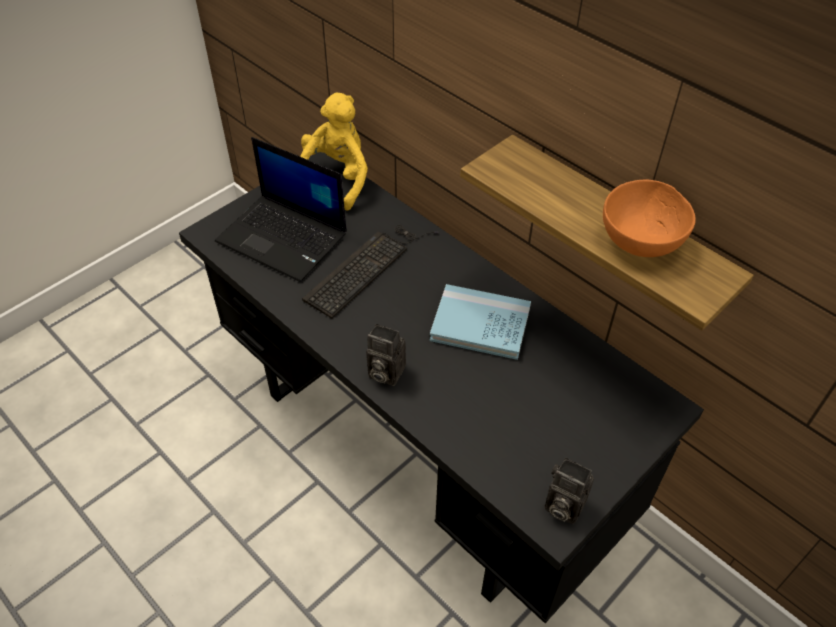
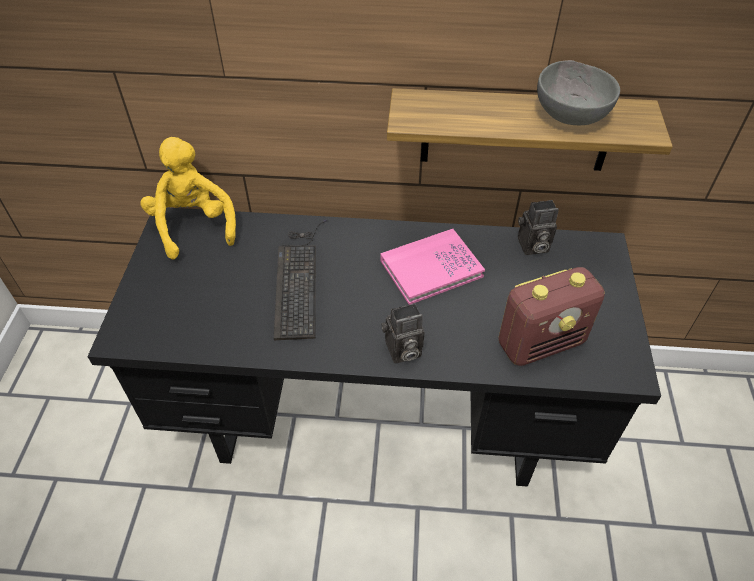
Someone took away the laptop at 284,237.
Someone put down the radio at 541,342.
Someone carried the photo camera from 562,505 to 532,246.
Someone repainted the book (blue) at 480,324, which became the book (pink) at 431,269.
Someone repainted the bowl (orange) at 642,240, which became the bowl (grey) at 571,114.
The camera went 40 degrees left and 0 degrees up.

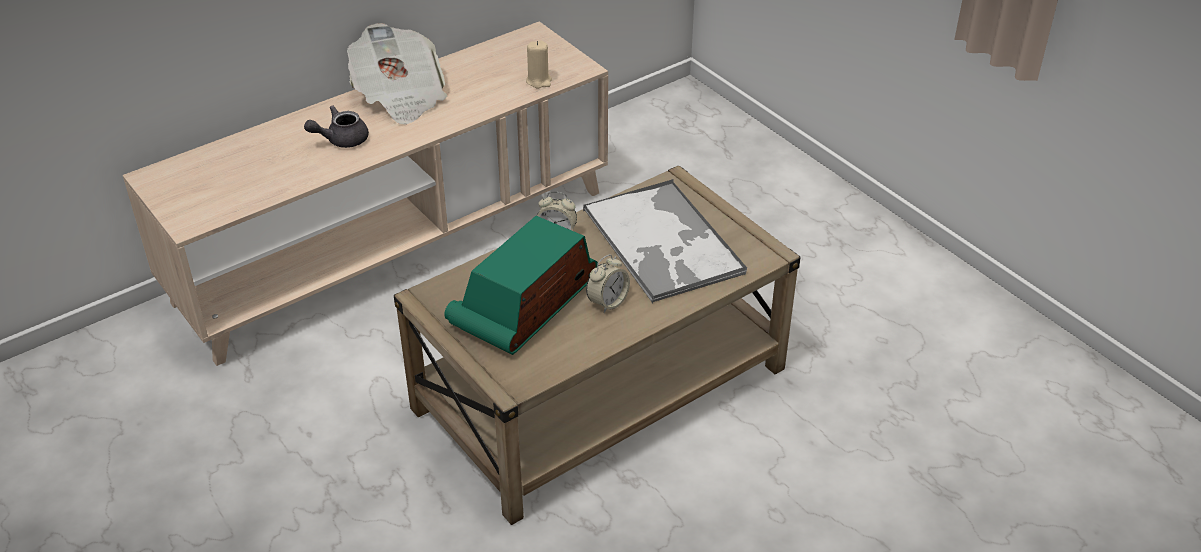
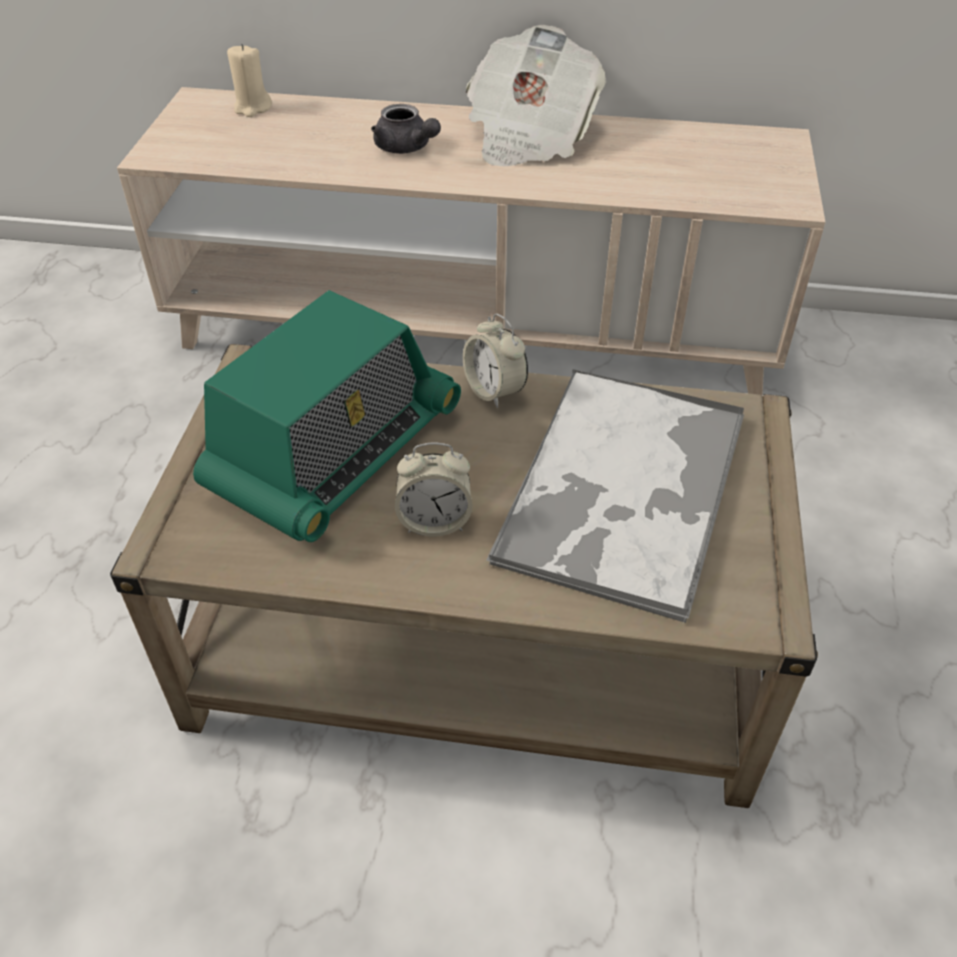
Someone carried the candle (beige) from 539,81 to 252,108.
Someone rotated the teapot (grey) at 341,139 by 150 degrees counterclockwise.
Someone rotated the radio at 524,305 by 135 degrees clockwise.
The camera went 45 degrees right and 5 degrees up.

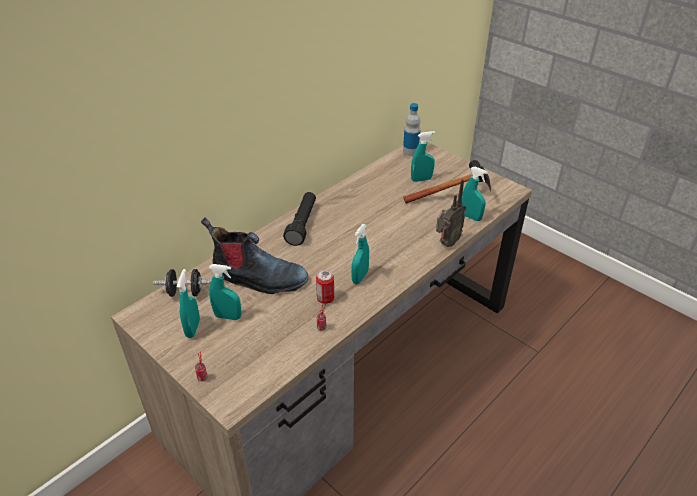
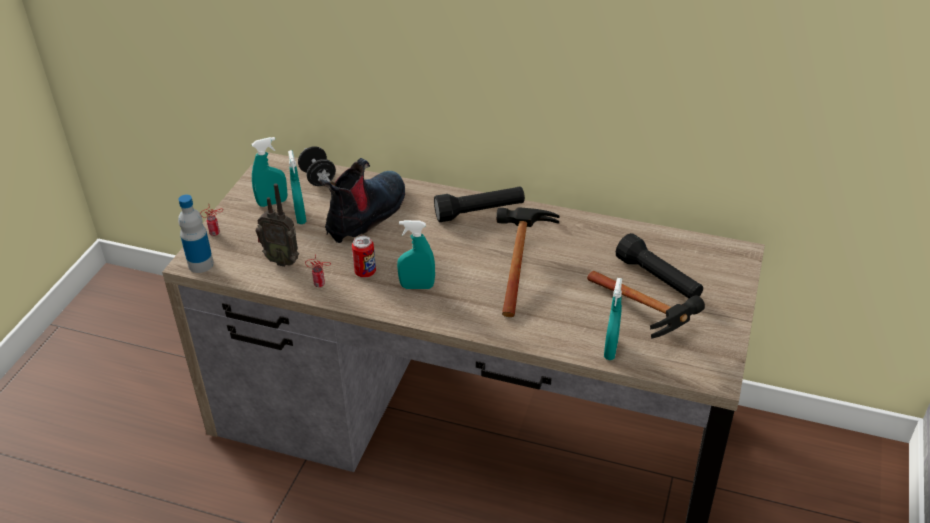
Someone put down the hammer at 518,265.
Someone carried the bottle from 410,151 to 200,264.
Someone carried the radio from 446,243 to 282,260.
Someone swapped the spray bottle (turquoise) at 421,179 for the flashlight (black) at 658,279.
Someone rotated the boot at 258,278 by 135 degrees counterclockwise.
The camera went 65 degrees right and 0 degrees up.

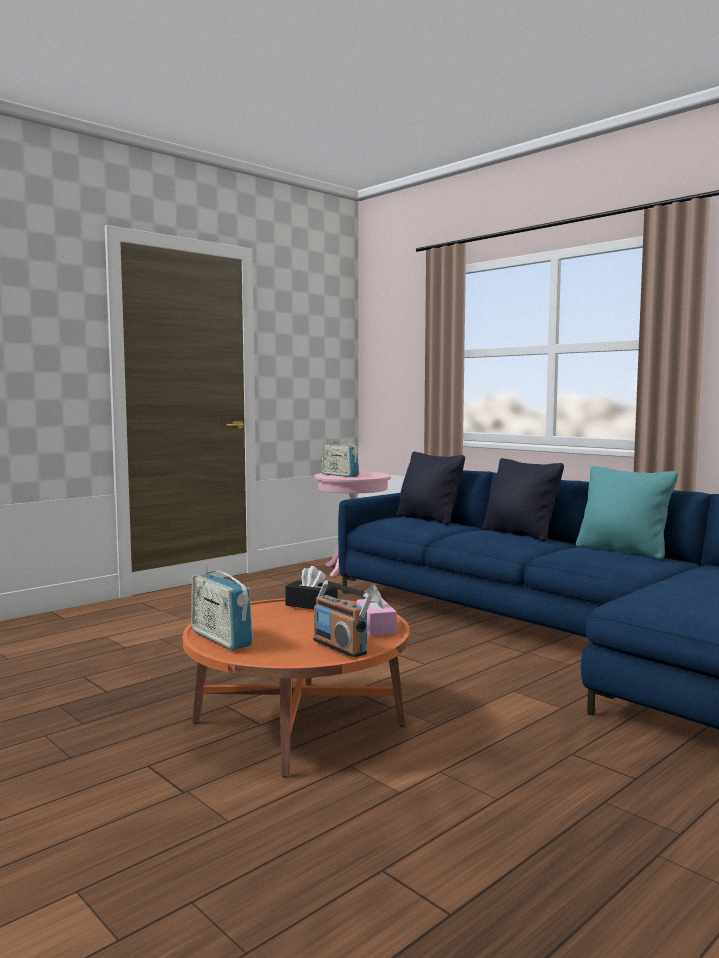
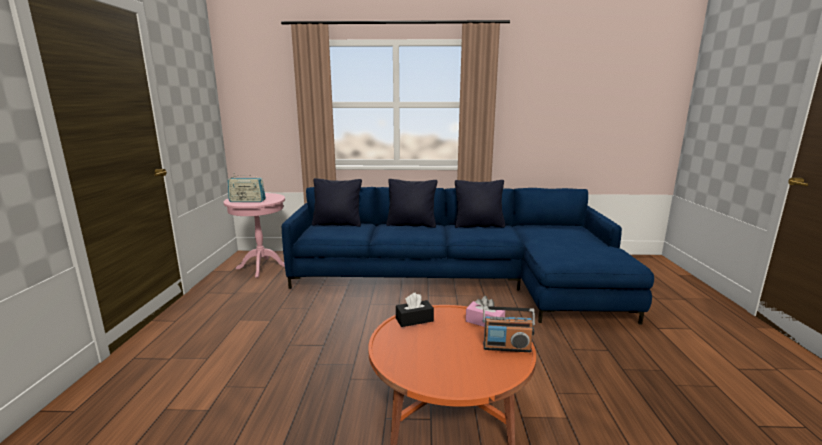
Someone took away the radio at 220,638.
Someone repainted the pillow (turquoise) at 623,551, which became the pillow (black) at 479,225.
The camera went 45 degrees left and 10 degrees up.

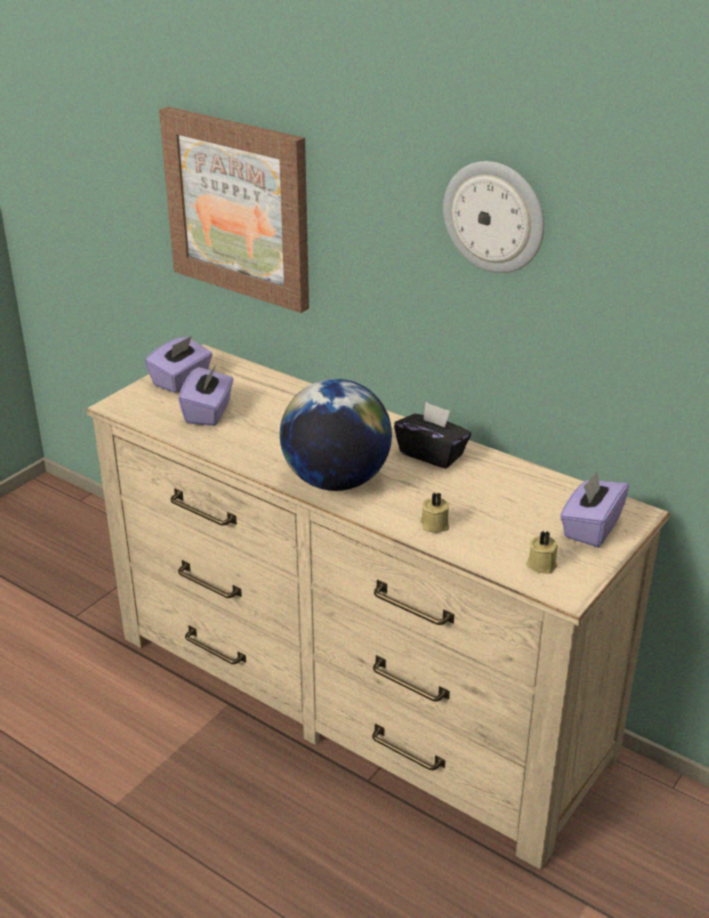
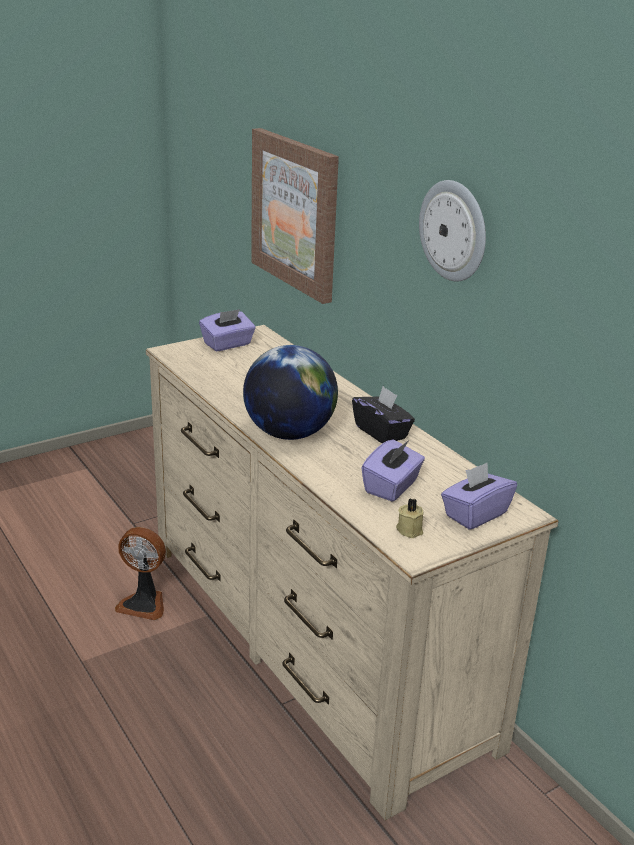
Someone took away the candle (beige) at 434,524.
Someone put down the fan at 144,603.
Someone carried the tissue box (purple) from 208,413 to 392,487.
The camera went 20 degrees right and 5 degrees down.

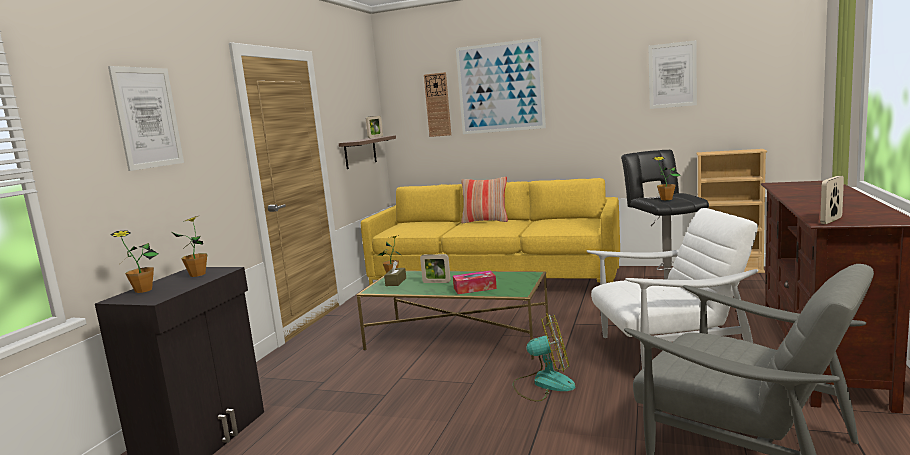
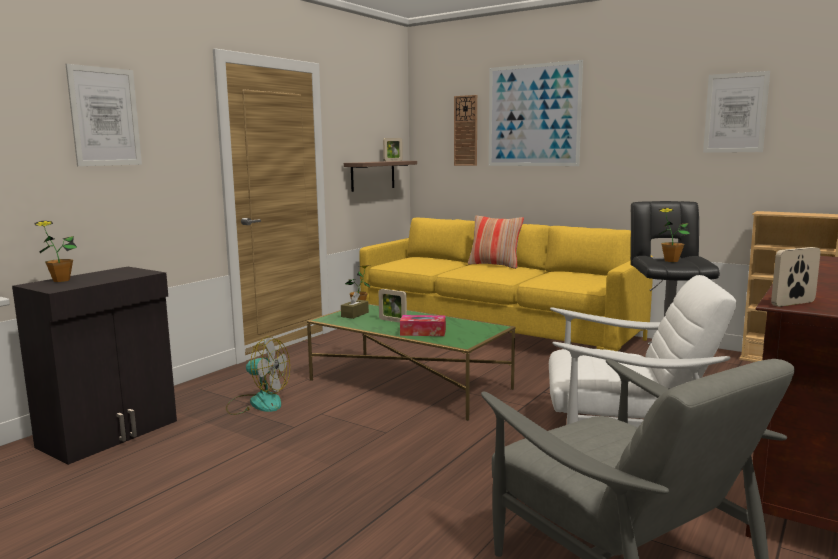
Someone took away the potted plant at 197,274.
Someone carried the fan from 543,384 to 258,403.
The camera went 15 degrees right and 0 degrees up.

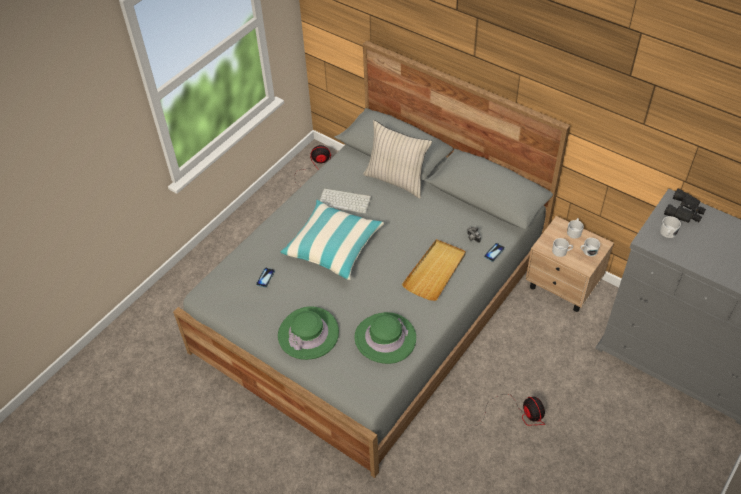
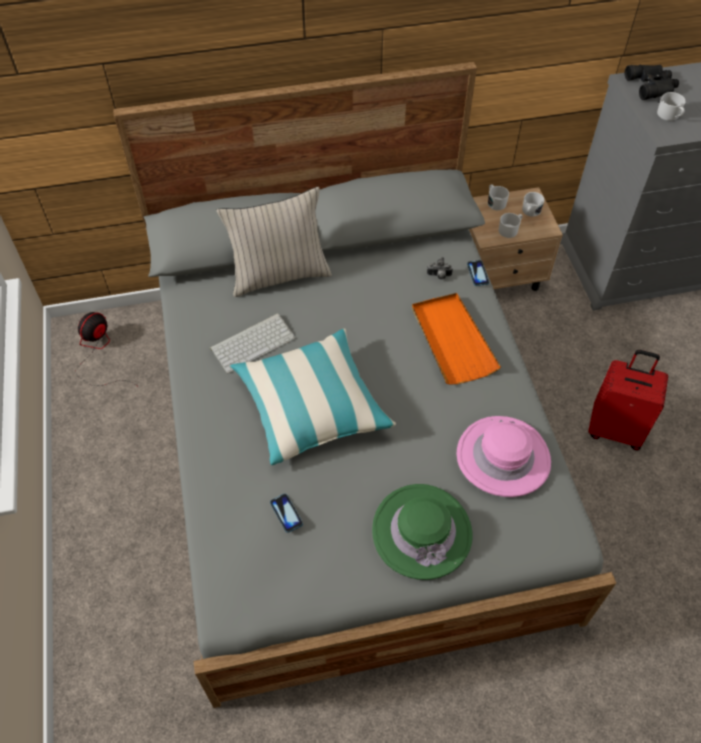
Someone swapped the fan at 518,414 for the suitcase (red) at 615,429.
Someone repainted the hat (green) at 385,338, which became the hat (pink) at 503,457.
Someone repainted the tray (beige) at 435,271, which became the tray (orange) at 452,340.
The camera went 50 degrees left and 5 degrees up.

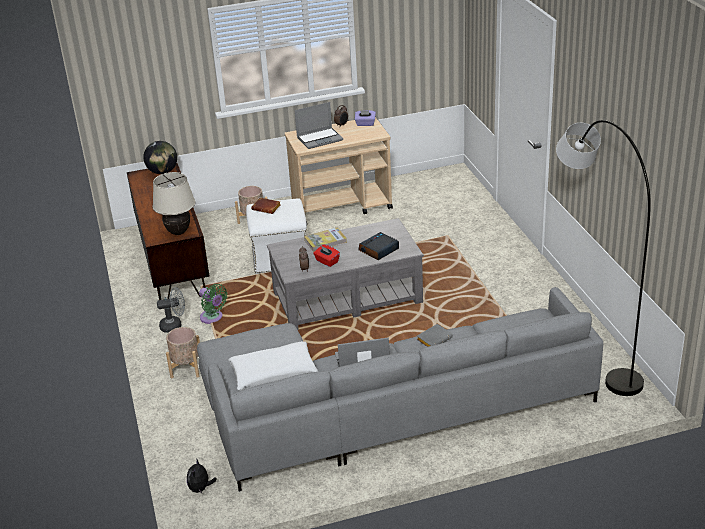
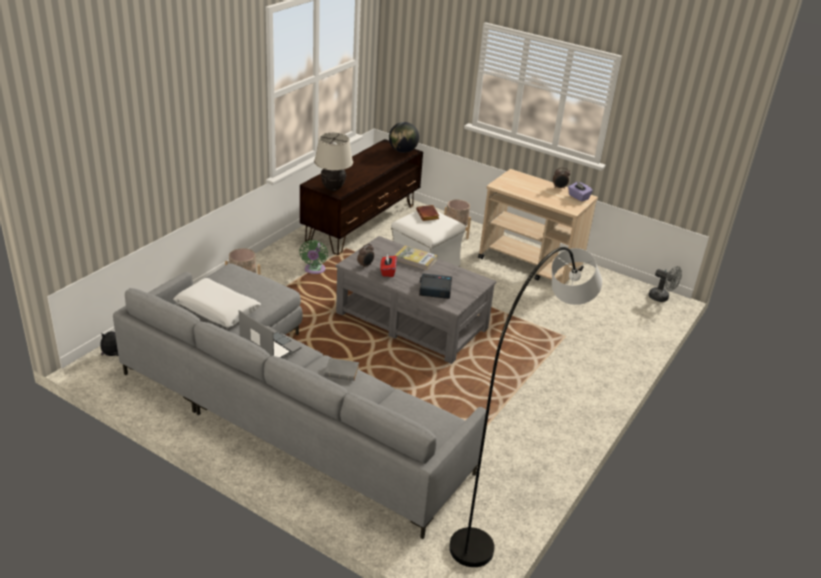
Someone took away the laptop at 320,139.
Someone carried the fan (grey) from 174,325 to 661,298.
The camera went 45 degrees right and 0 degrees up.

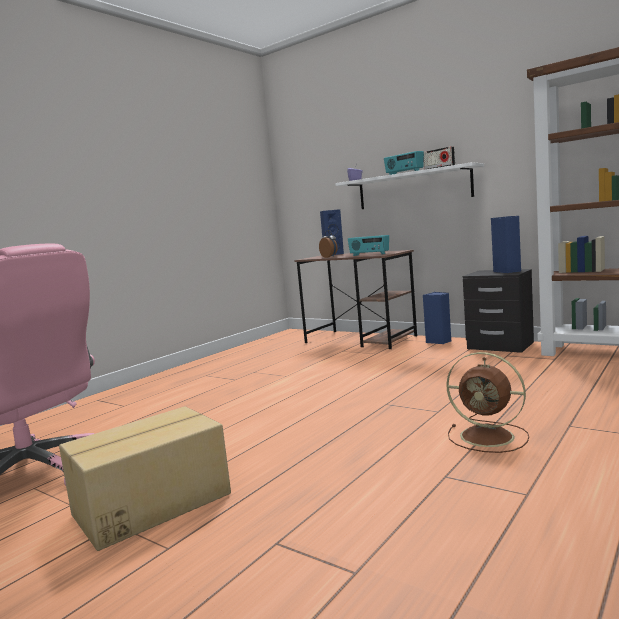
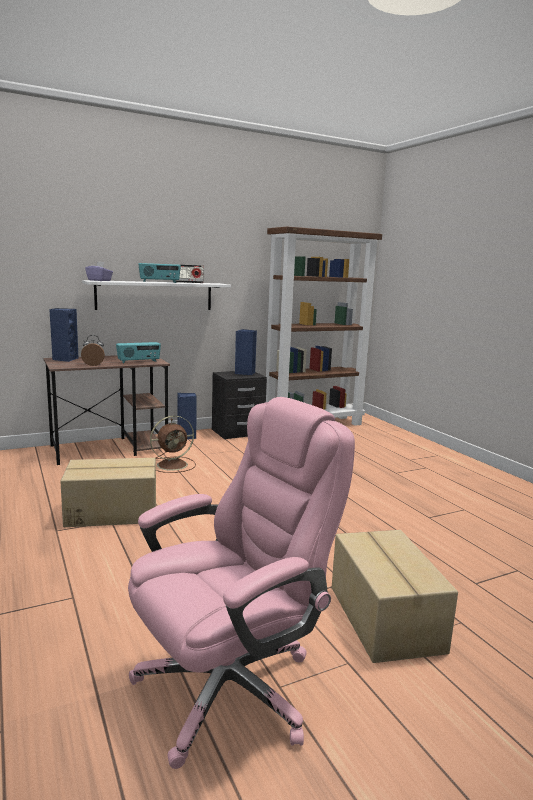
Someone put down the cardboard box at 112,512.
Someone carried the fan (brown) from 489,437 to 173,464.
The camera went 65 degrees left and 5 degrees up.

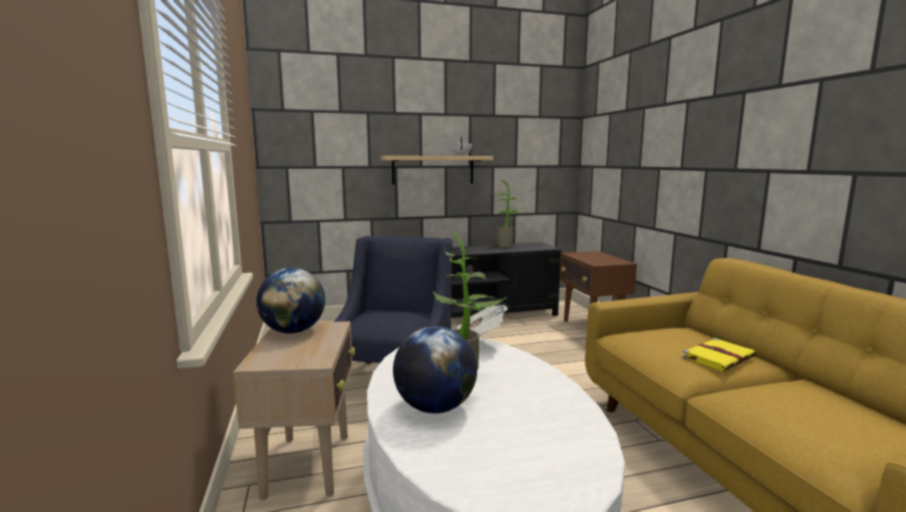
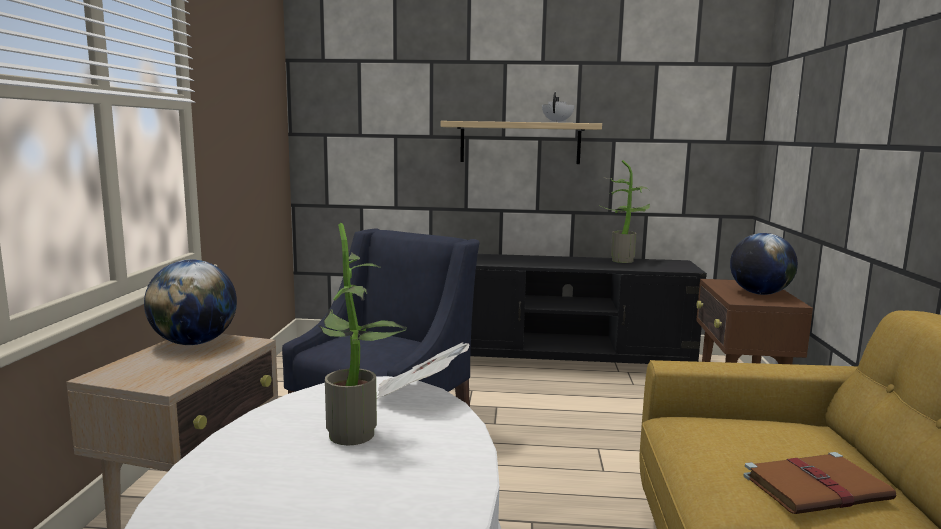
Someone carried the globe from 435,407 to 759,293.
Someone repainted the book (yellow) at 719,357, which became the book (brown) at 818,488.
The camera went 20 degrees right and 0 degrees up.

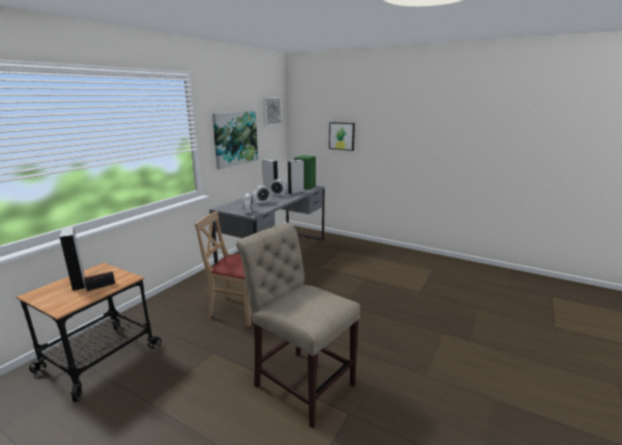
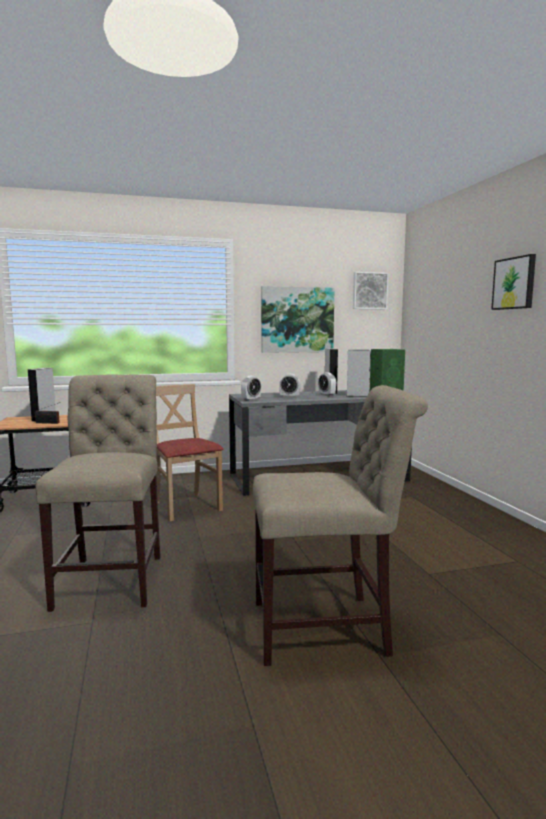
Someone put down the chair (beige) at 328,627.
Someone carried the picture from 342,136 to 514,283.
The camera went 45 degrees right and 10 degrees down.

